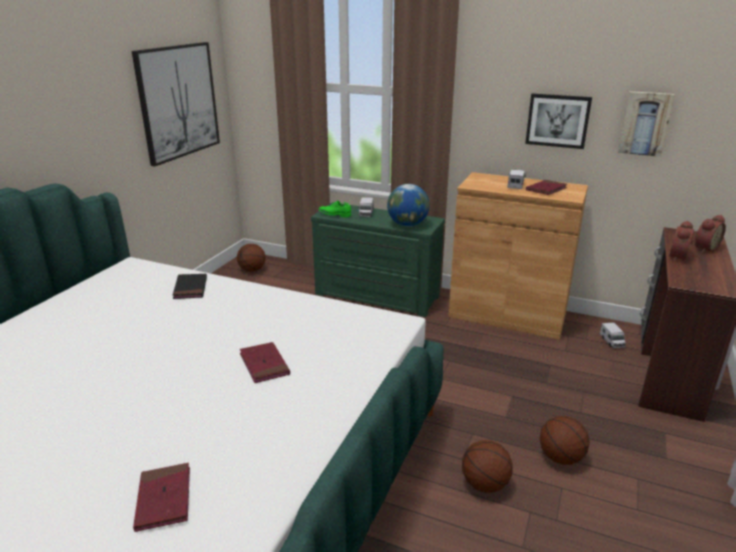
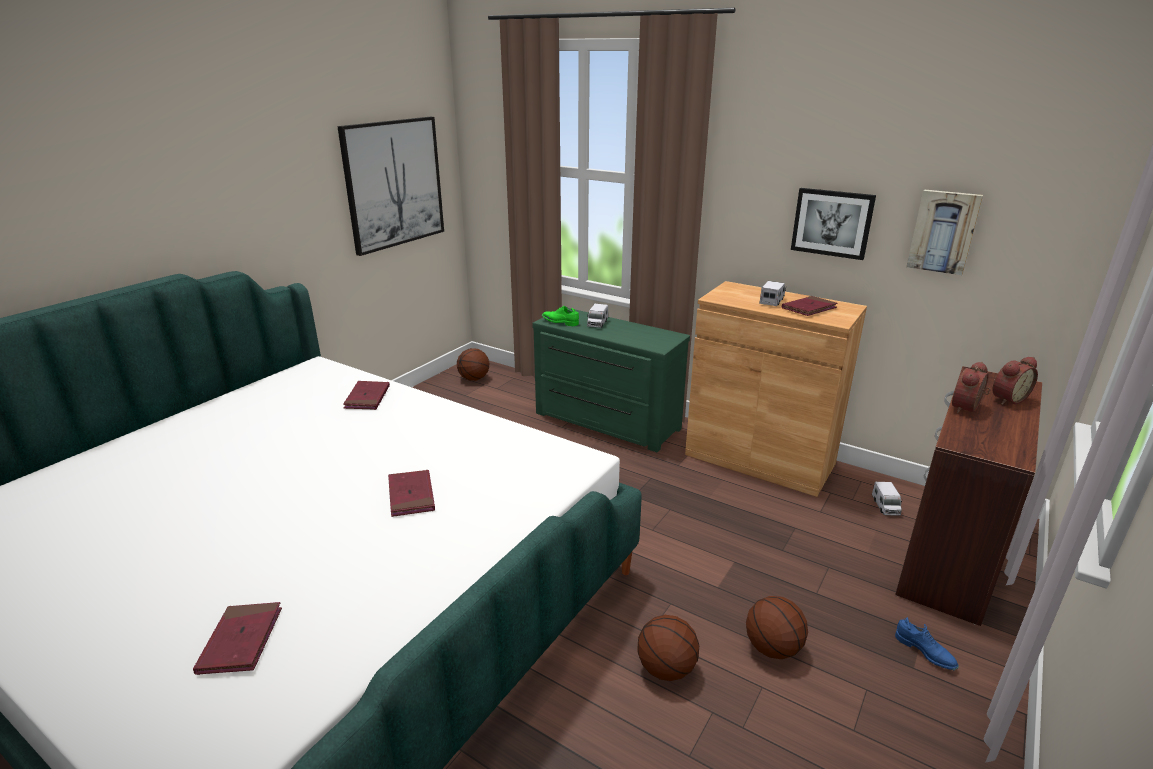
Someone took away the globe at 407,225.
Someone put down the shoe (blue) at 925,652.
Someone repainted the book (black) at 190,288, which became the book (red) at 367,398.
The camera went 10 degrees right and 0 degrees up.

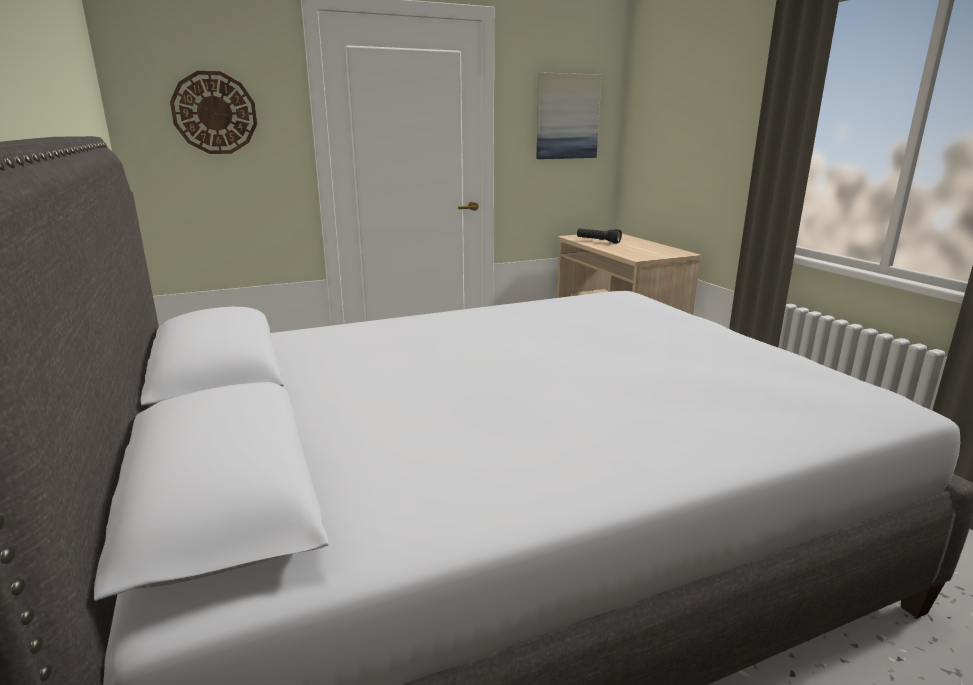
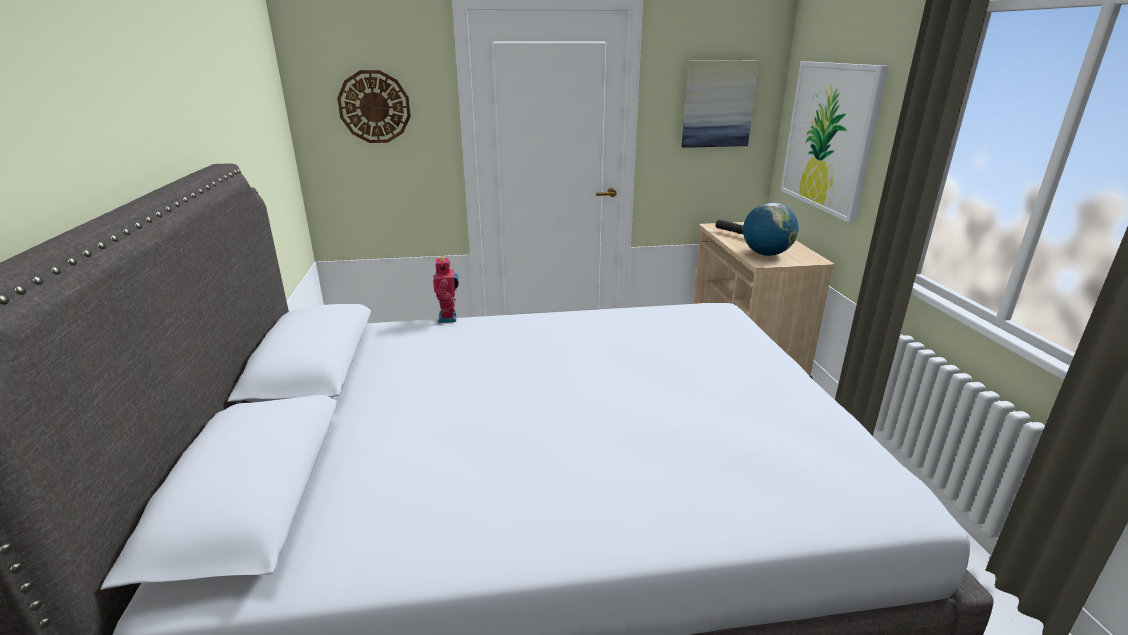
Someone put down the toy robot at 449,318.
Someone put down the globe at 766,254.
Someone put up the picture at 829,137.
The camera went 15 degrees right and 5 degrees up.

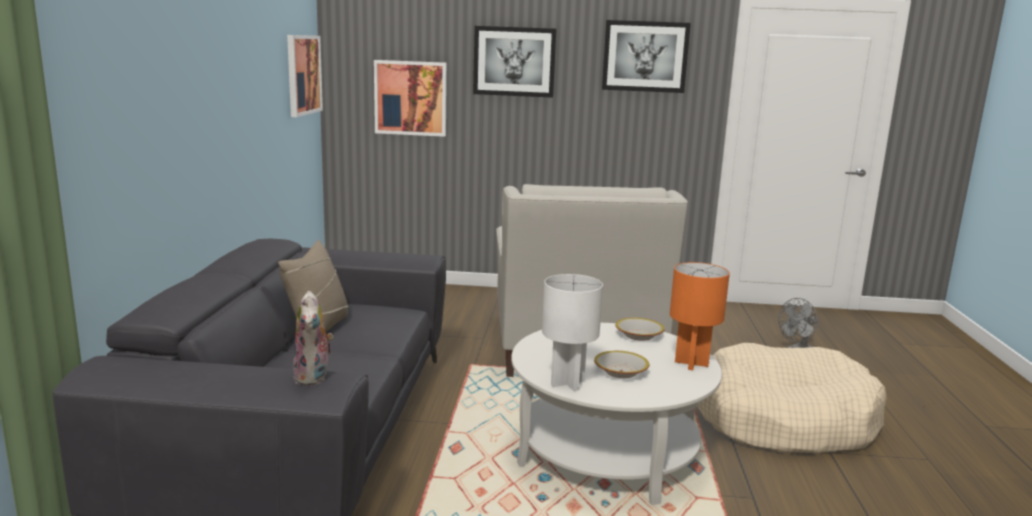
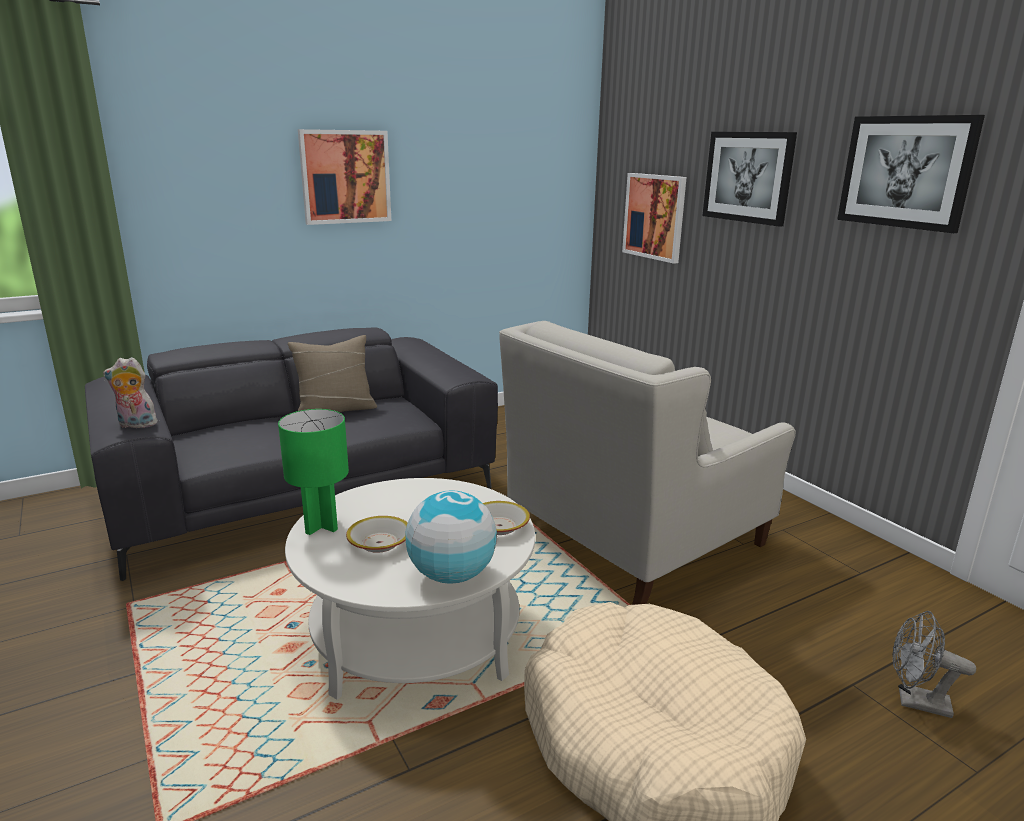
Someone carried the picture from 303,74 to 345,177.
Someone swapped the table lamp (orange) at 691,363 for the globe at 451,575.
Someone repainted the table lamp (white) at 568,383, which became the table lamp (green) at 321,526.
Someone rotated the plush toy at 314,377 by 45 degrees clockwise.
The camera went 55 degrees right and 5 degrees up.

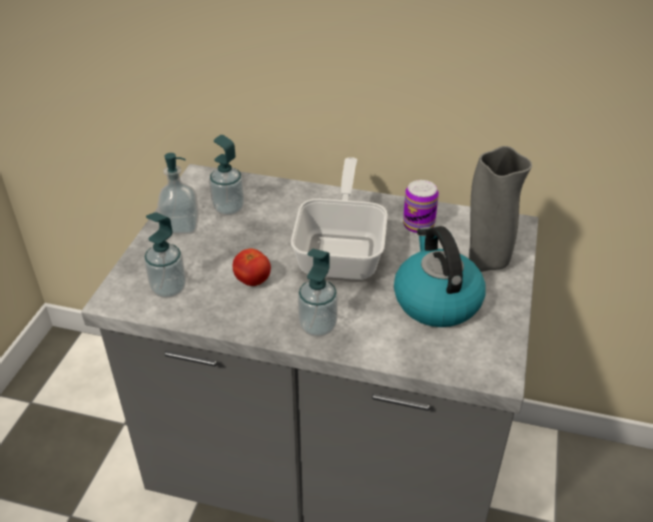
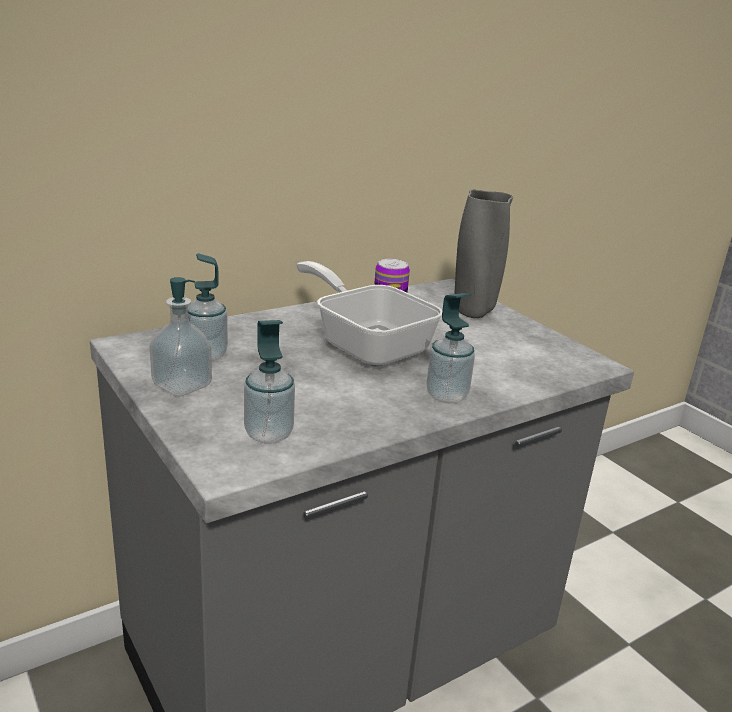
Someone took away the tomato at 252,280.
Someone took away the kettle at 436,300.
The camera went 50 degrees left and 15 degrees down.

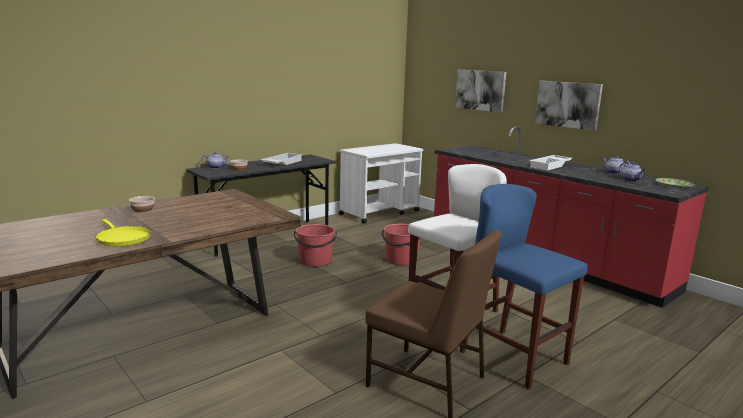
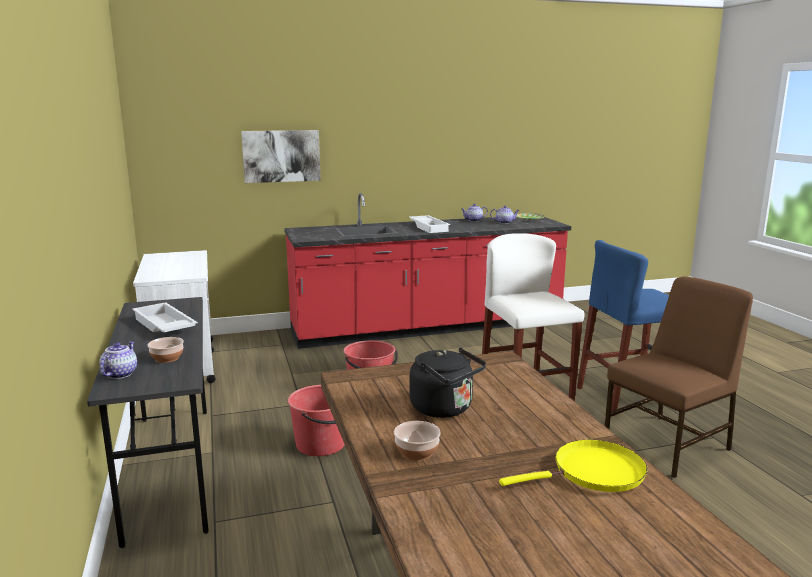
Someone took away the picture at 567,104.
Someone put down the kettle (black) at 445,409.
The camera went 65 degrees left and 0 degrees up.

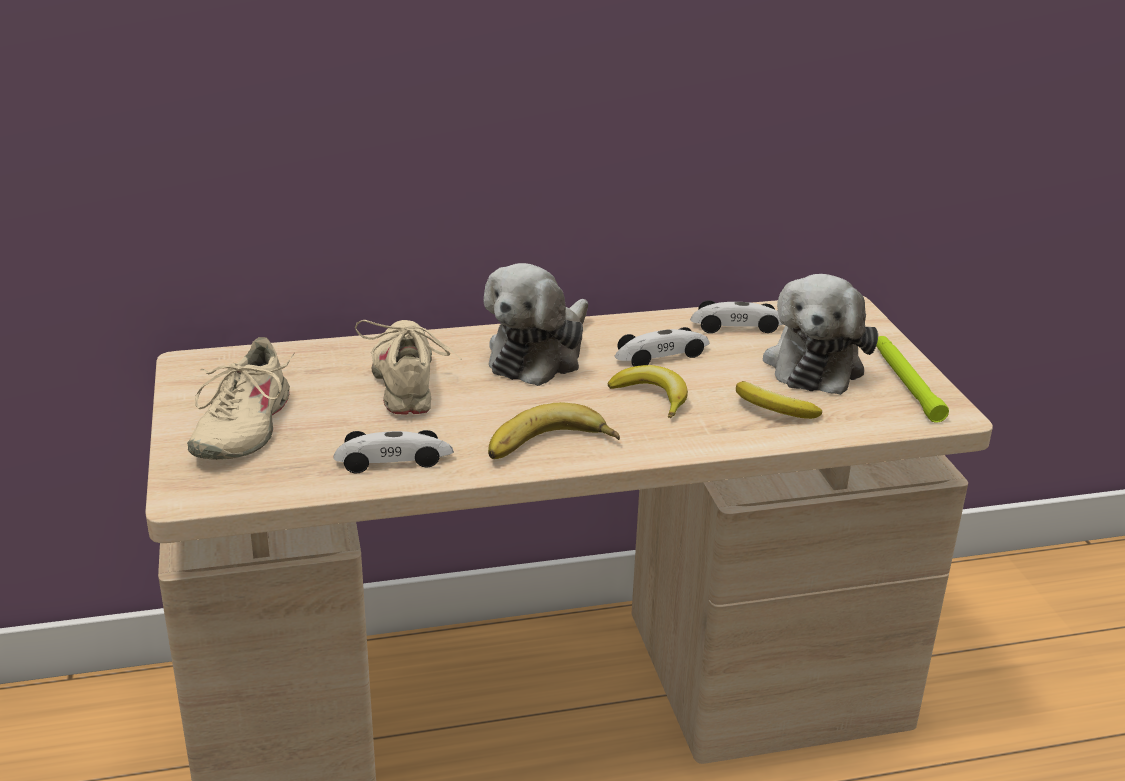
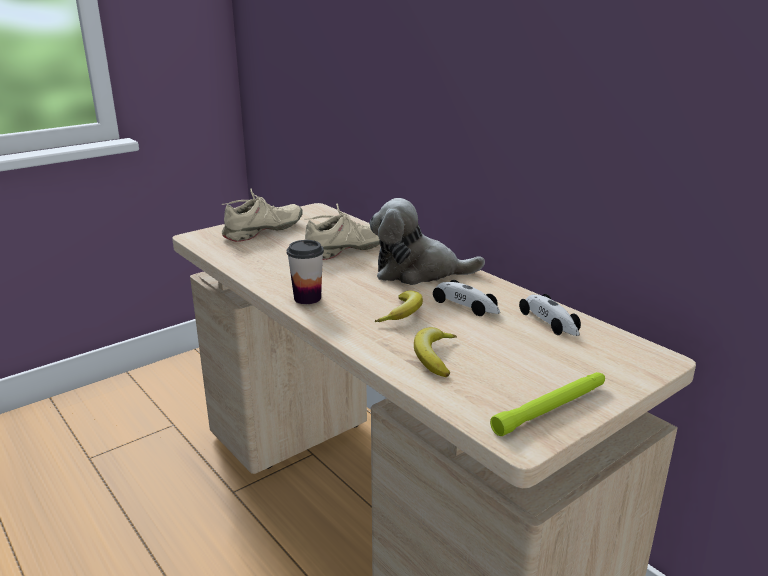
Someone took away the toy car at 394,460.
Someone took away the plush toy at 815,363.
Someone swapped the banana at 551,448 for the cup at 307,298.
Someone rotated the shoe (beige) at 241,428 by 150 degrees clockwise.
The camera went 65 degrees right and 5 degrees down.

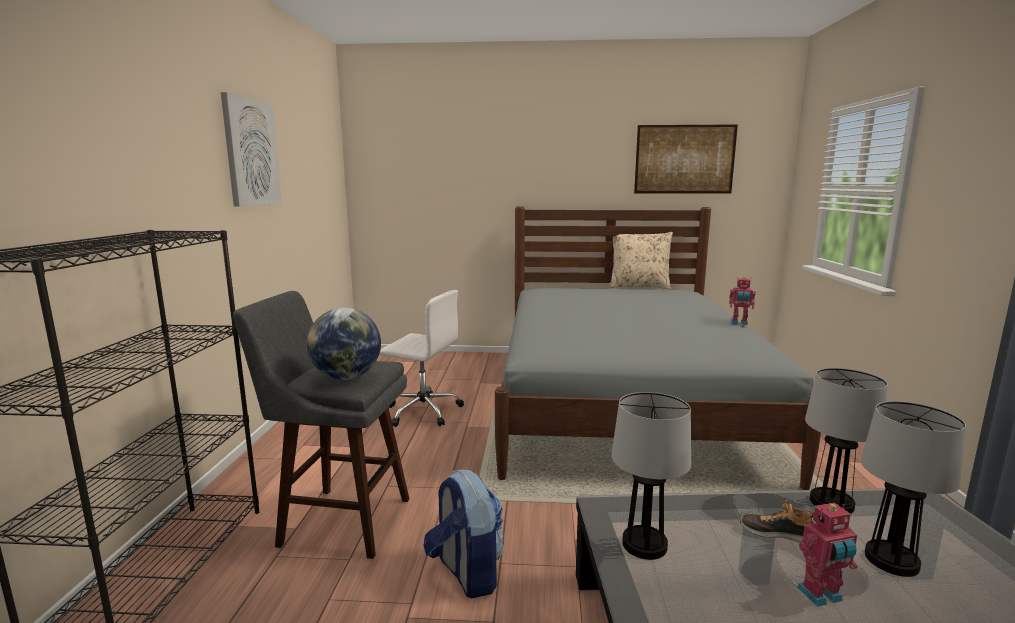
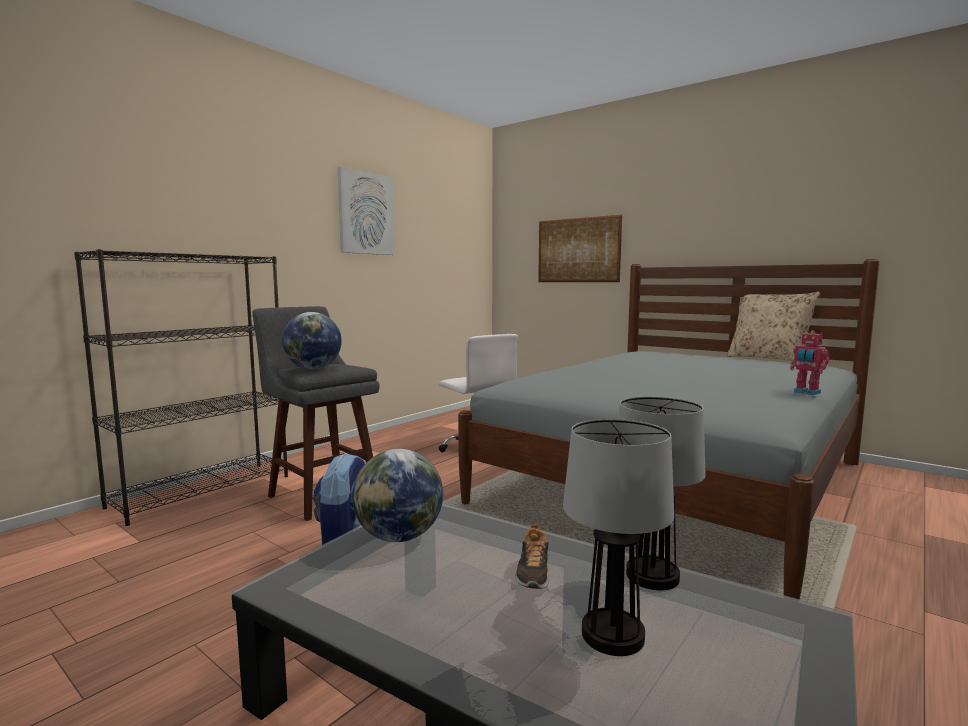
Someone took away the toy robot at 821,596.
Someone carried the picture from 684,159 to 578,250.
Someone swapped the table lamp at 645,545 for the globe at 399,537.
Someone rotated the shoe at 777,533 by 135 degrees counterclockwise.
The camera went 35 degrees right and 5 degrees down.

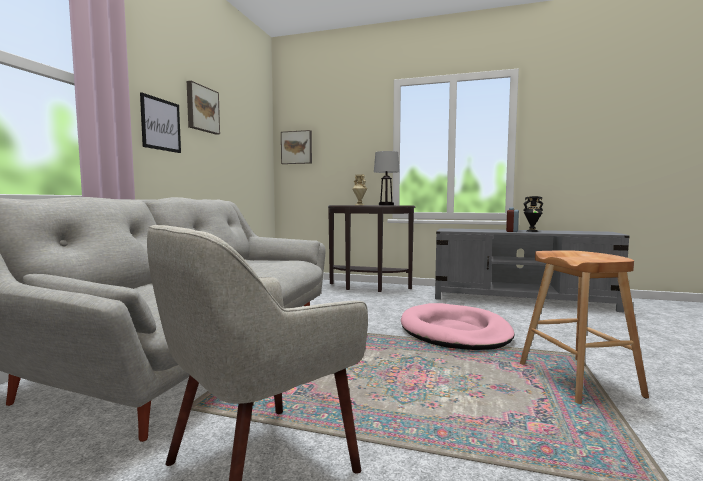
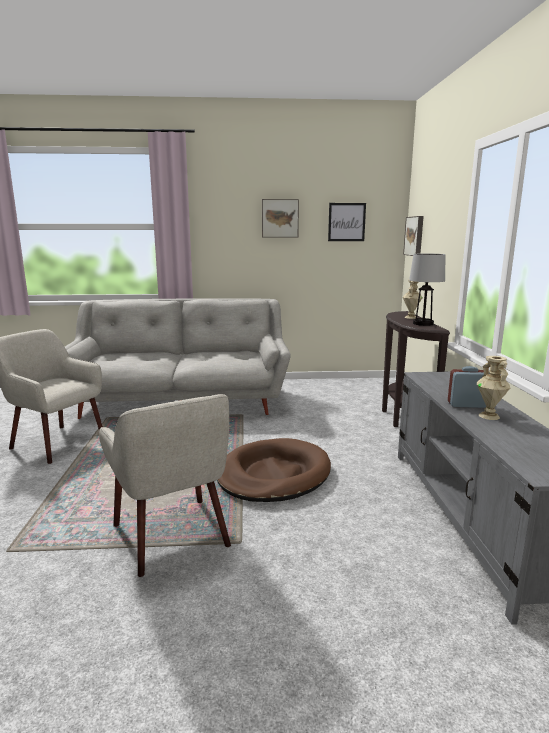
Someone carried the picture from 161,124 to 346,222.
Someone swapped the stool (brown) at 577,379 for the armchair (beige) at 172,535.
Someone repainted the dog bed (pink) at 454,332, which became the dog bed (brown) at 273,474.
Someone repainted the vase (black) at 532,231, which became the vase (beige) at 489,416.
The camera went 70 degrees right and 10 degrees up.

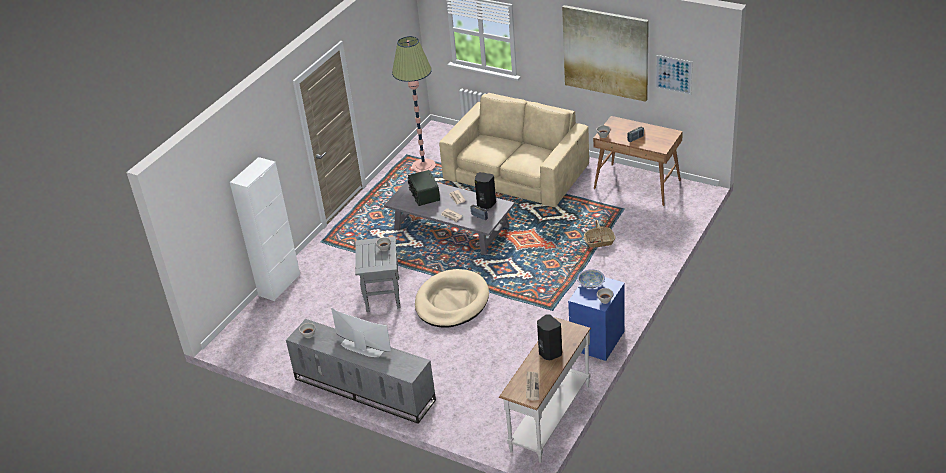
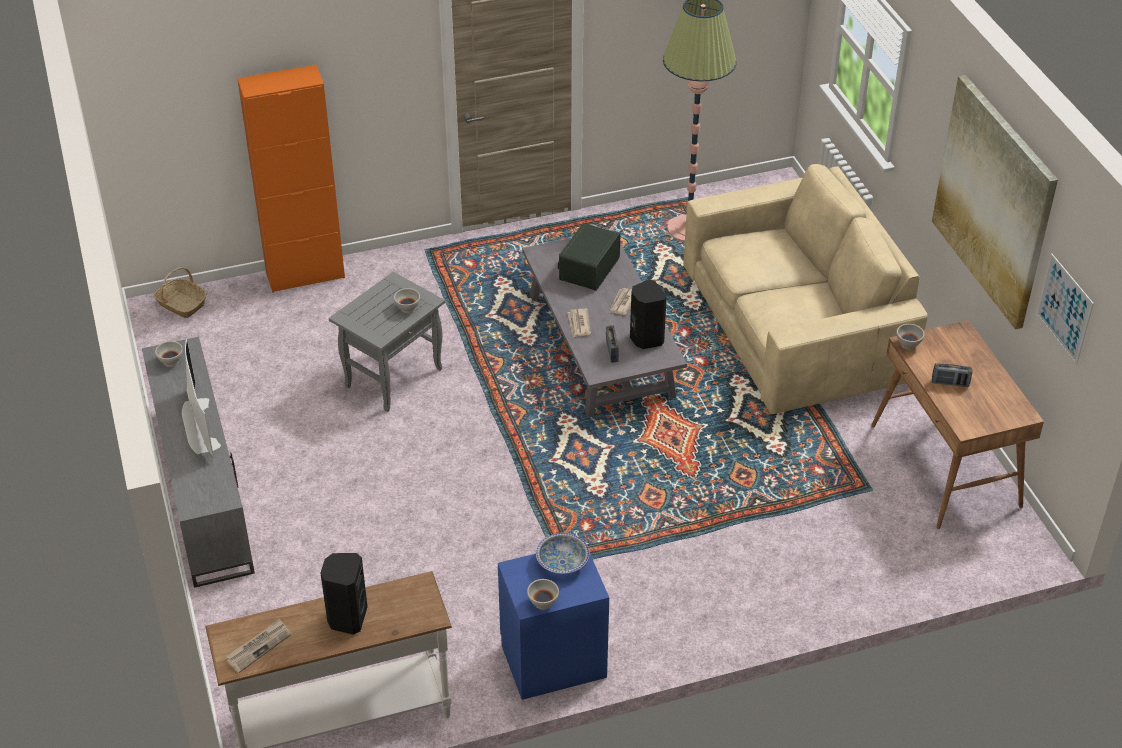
Someone took away the dog bed (beige) at 452,302.
Someone carried the basket from 599,241 to 181,304.
Someone repainted the cabinet (white) at 279,285, which became the cabinet (orange) at 305,275.
The camera went 40 degrees right and 5 degrees up.

